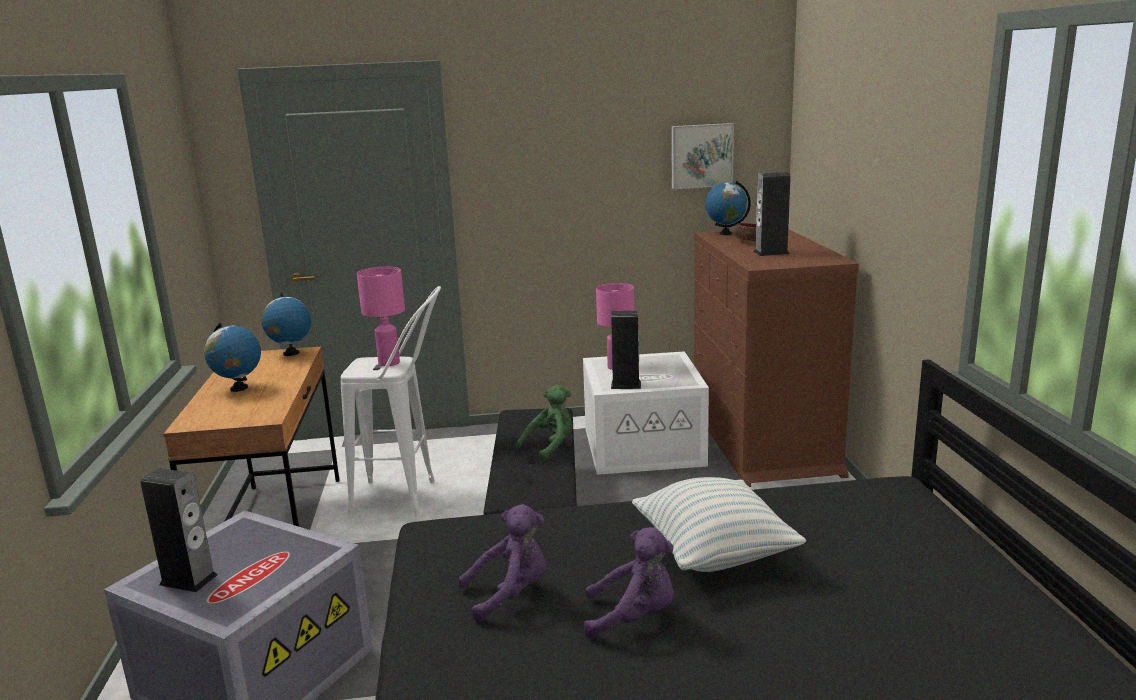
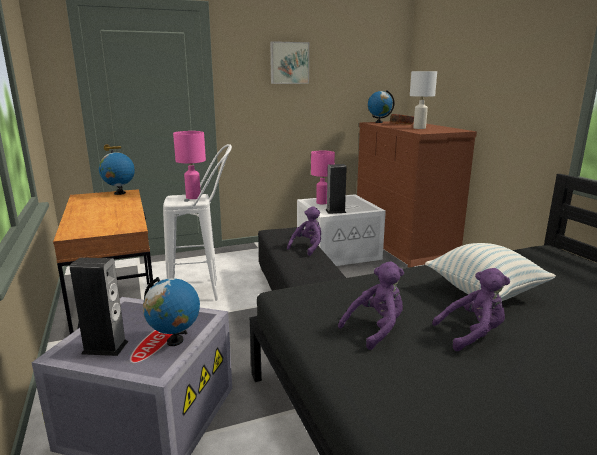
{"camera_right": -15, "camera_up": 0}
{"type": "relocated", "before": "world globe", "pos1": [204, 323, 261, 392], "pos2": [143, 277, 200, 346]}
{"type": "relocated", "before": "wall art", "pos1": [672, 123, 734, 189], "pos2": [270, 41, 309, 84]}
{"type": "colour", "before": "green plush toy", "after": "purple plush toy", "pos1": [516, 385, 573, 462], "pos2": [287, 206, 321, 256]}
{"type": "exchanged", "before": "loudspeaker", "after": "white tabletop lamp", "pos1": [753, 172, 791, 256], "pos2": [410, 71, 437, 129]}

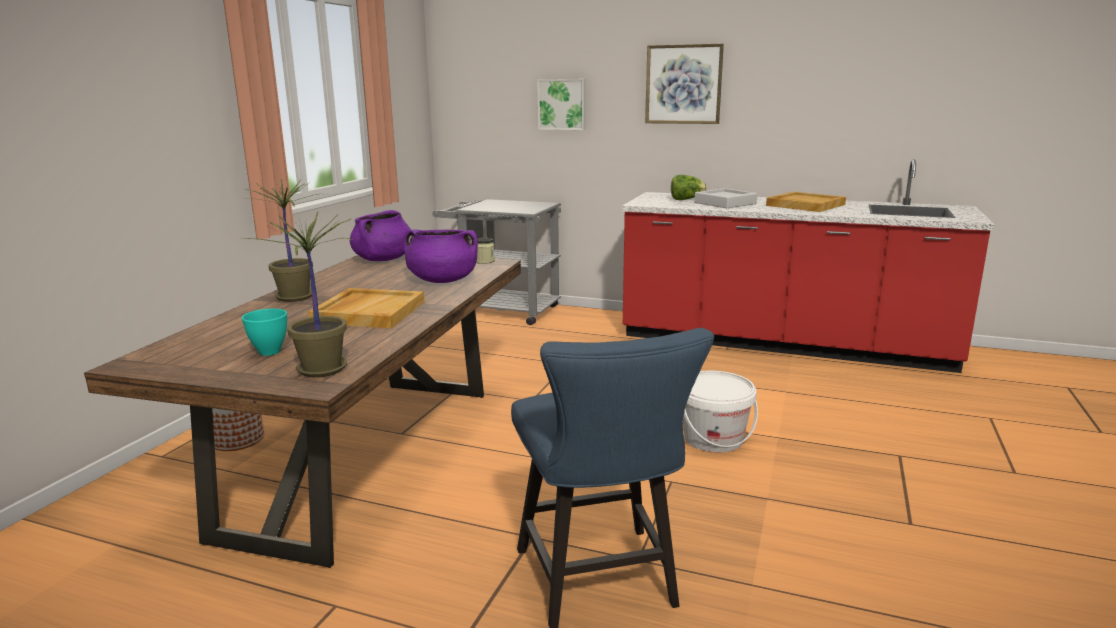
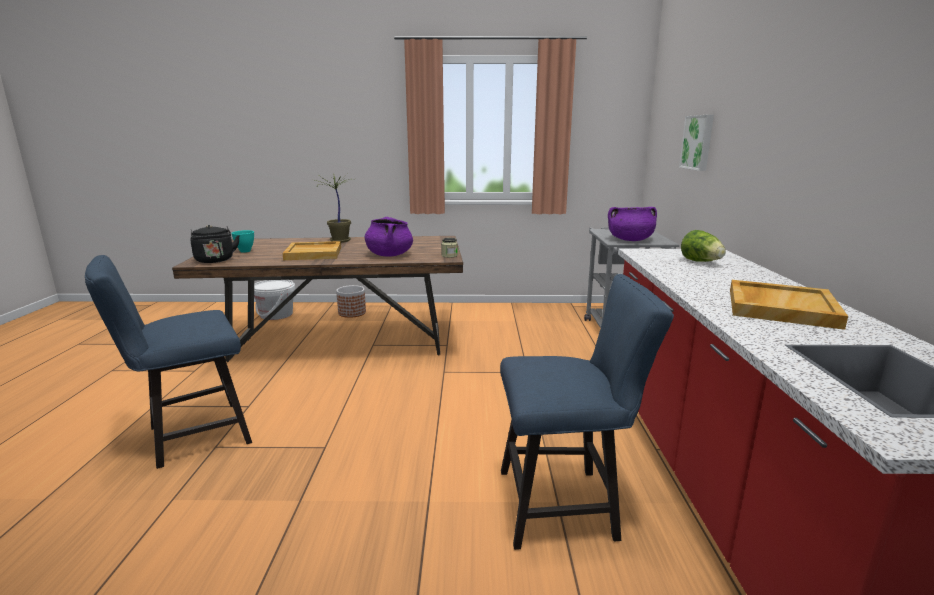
{"camera_right": 70, "camera_up": 0}
{"type": "exchanged", "before": "plant in a pot", "after": "black water kettle", "pos1": [242, 212, 352, 377], "pos2": [190, 225, 240, 263]}
{"type": "relocated", "before": "white pail", "pos1": [683, 371, 758, 453], "pos2": [254, 280, 295, 320]}
{"type": "appeared", "after": "bluish chair", "pos2": [500, 274, 674, 550]}
{"type": "relocated", "before": "purple stockpot", "pos1": [350, 210, 413, 261], "pos2": [608, 207, 657, 241]}
{"type": "missing", "before": "wall art", "pos1": [645, 44, 724, 124]}
{"type": "missing", "before": "grey serving tray", "pos1": [694, 188, 758, 208]}

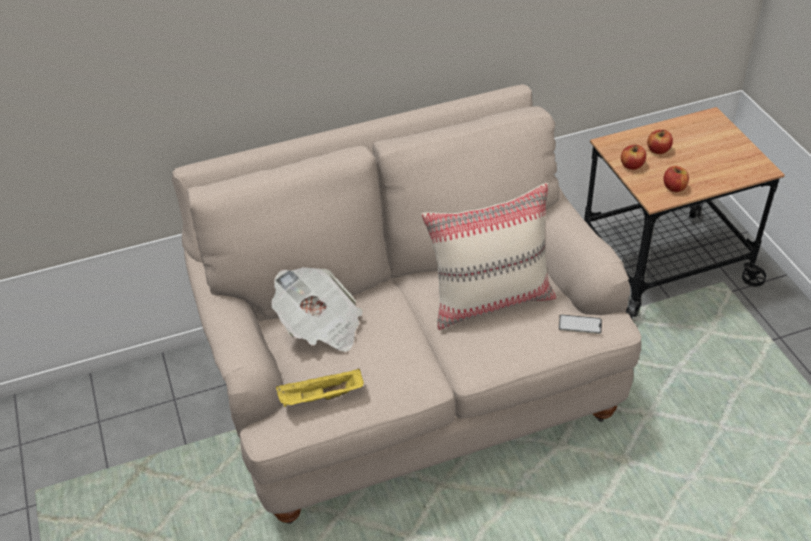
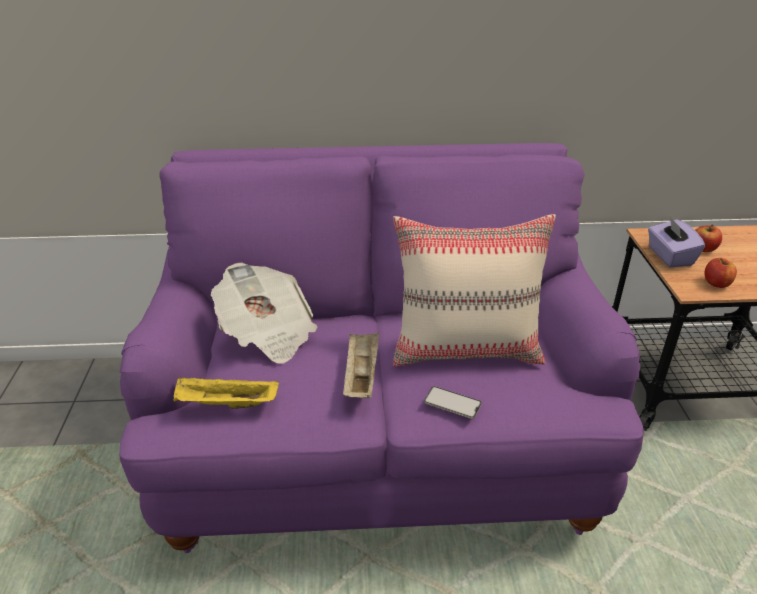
{"camera_right": 15, "camera_up": -10}
{"type": "colour", "before": "sand-coloured sofa", "after": "purple sofa", "pos1": [172, 84, 641, 524], "pos2": [119, 143, 644, 553]}
{"type": "appeared", "after": "sand-coloured serving tray", "pos2": [343, 333, 379, 398]}
{"type": "relocated", "before": "handset", "pos1": [559, 314, 602, 334], "pos2": [424, 386, 482, 419]}
{"type": "exchanged", "before": "apple fruit", "after": "purple box of tissues", "pos1": [621, 145, 646, 170], "pos2": [648, 216, 705, 267]}

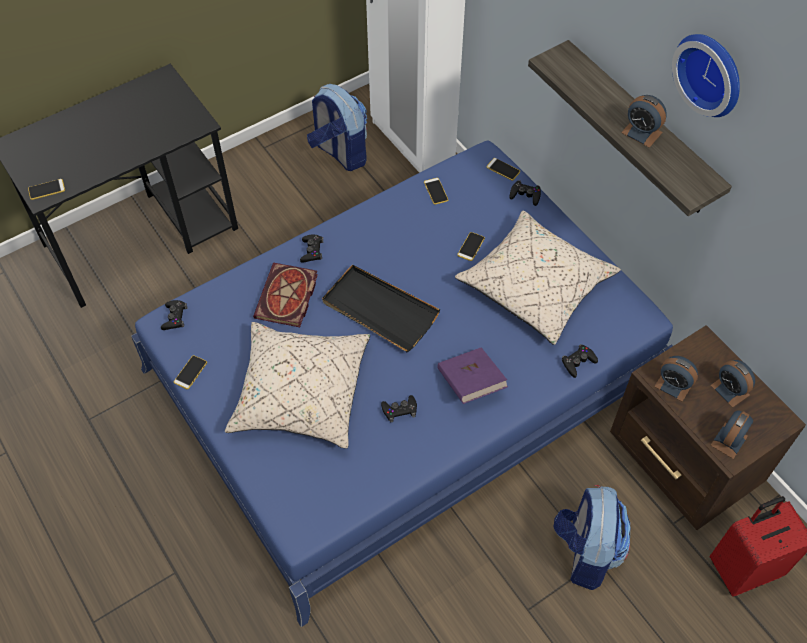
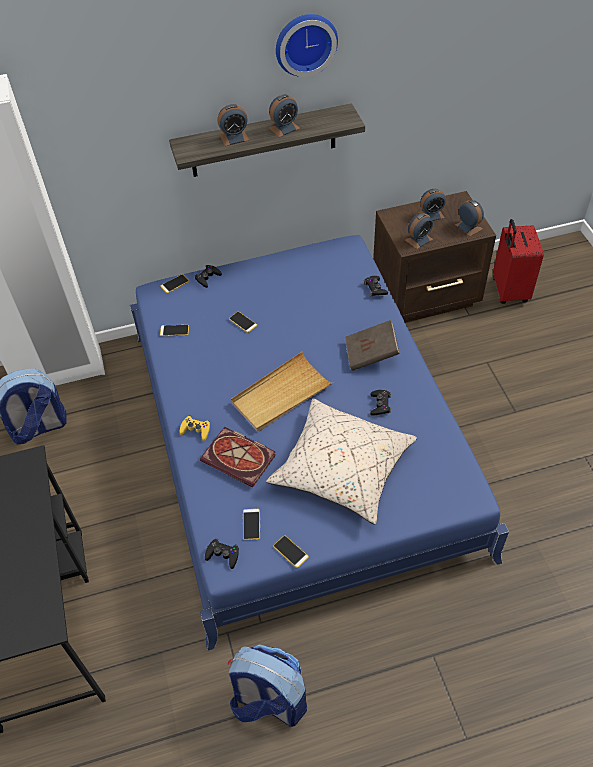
{"camera_right": -70, "camera_up": -5}
{"type": "colour", "before": "black joypad", "after": "yellow-coloured joypad", "pos1": [300, 234, 323, 263], "pos2": [179, 415, 210, 441]}
{"type": "appeared", "after": "table clock", "pos2": [217, 104, 249, 146]}
{"type": "relocated", "before": "backpack", "pos1": [554, 485, 630, 590], "pos2": [228, 644, 307, 727]}
{"type": "colour", "before": "black serving tray", "after": "sand-coloured serving tray", "pos1": [322, 265, 440, 352], "pos2": [230, 352, 334, 432]}
{"type": "relocated", "before": "handset", "pos1": [28, 179, 65, 200], "pos2": [243, 509, 260, 540]}
{"type": "colour", "before": "purple book", "after": "brown book", "pos1": [437, 347, 508, 404], "pos2": [345, 320, 400, 371]}
{"type": "missing", "before": "sand-coloured pillow", "pos1": [455, 210, 621, 345]}

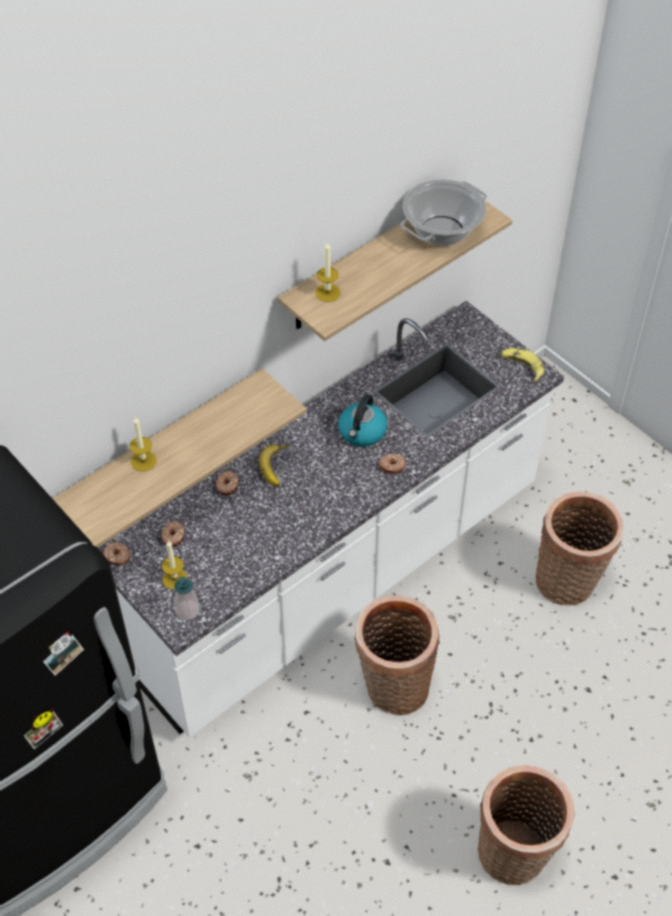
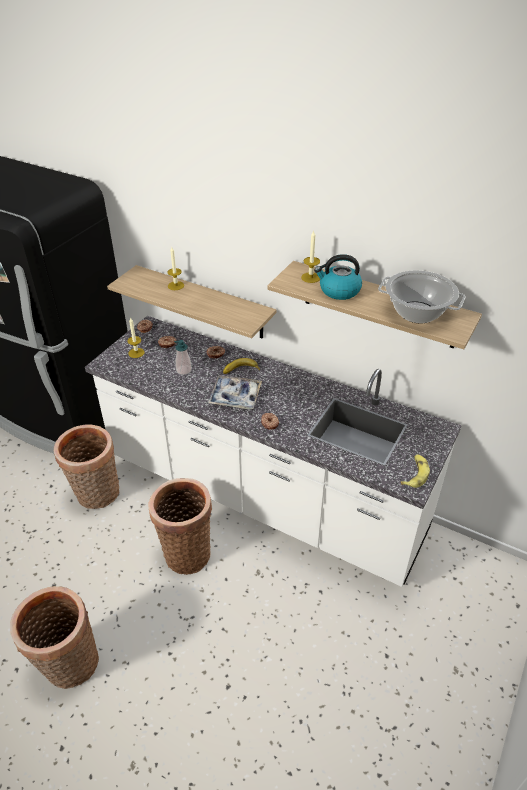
{"camera_right": 70, "camera_up": -10}
{"type": "relocated", "before": "household basket", "pos1": [536, 492, 623, 606], "pos2": [54, 425, 119, 509]}
{"type": "relocated", "before": "soap bottle", "pos1": [174, 576, 200, 620], "pos2": [174, 340, 192, 375]}
{"type": "appeared", "after": "serving tray", "pos2": [208, 375, 262, 409]}
{"type": "relocated", "before": "water kettle", "pos1": [338, 394, 388, 447], "pos2": [314, 254, 362, 300]}

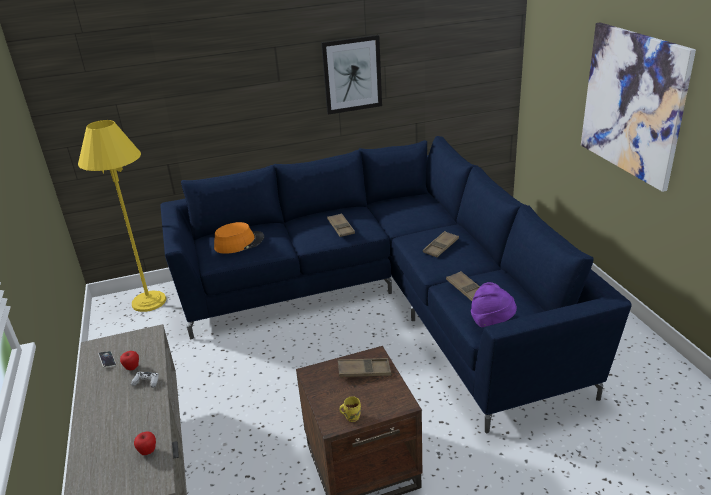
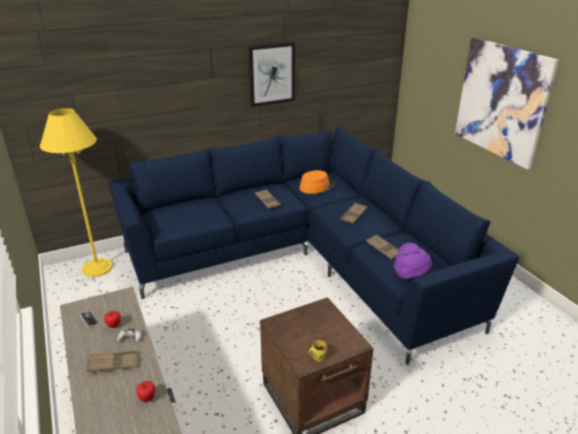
{"camera_right": -10, "camera_up": 0}
{"type": "relocated", "before": "brown serving tray", "pos1": [338, 358, 391, 377], "pos2": [86, 350, 138, 372]}
{"type": "relocated", "before": "orange-coloured wearable hat", "pos1": [214, 222, 264, 254], "pos2": [300, 170, 336, 194]}

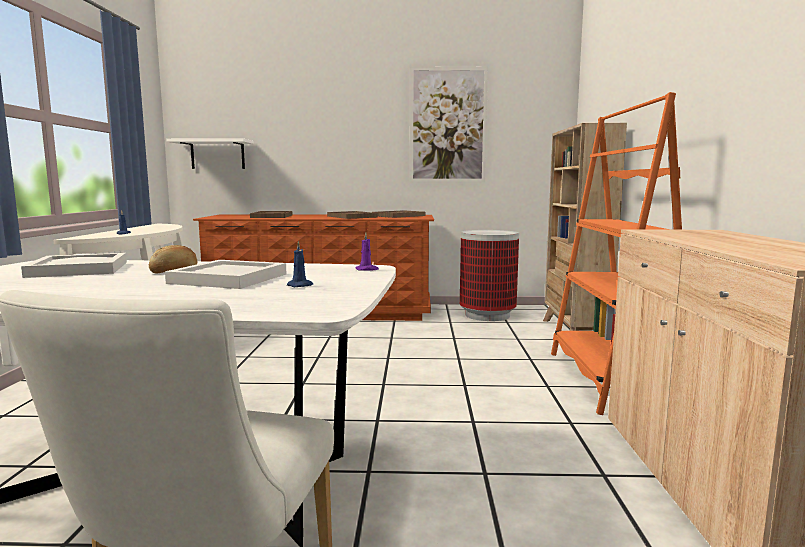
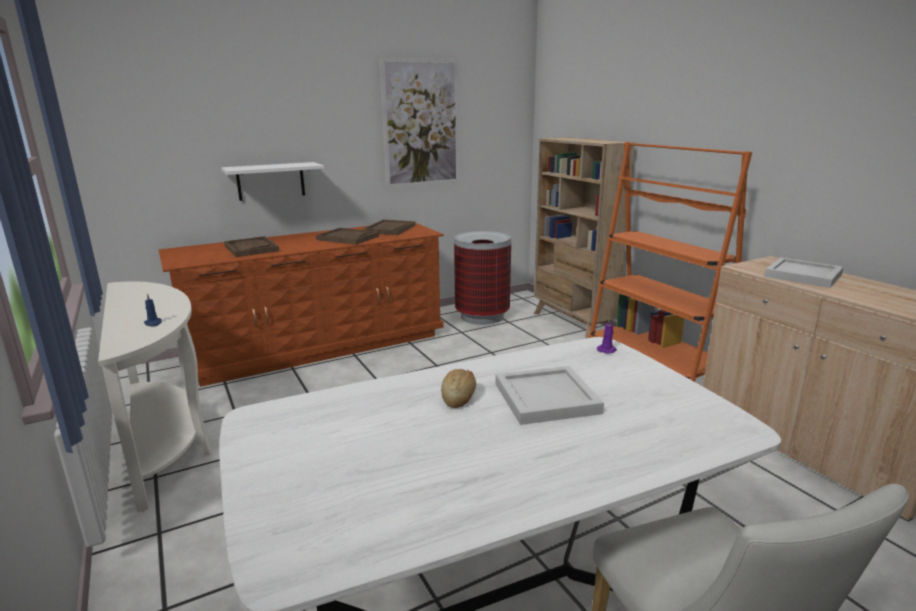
{"camera_right": -30, "camera_up": 10}
{"type": "relocated", "before": "white wall shelf", "pos1": [167, 138, 254, 169], "pos2": [221, 162, 324, 201]}
{"type": "relocated", "before": "white serving tray", "pos1": [21, 253, 127, 278], "pos2": [764, 257, 844, 288]}
{"type": "missing", "before": "bluish wax light", "pos1": [287, 241, 313, 287]}

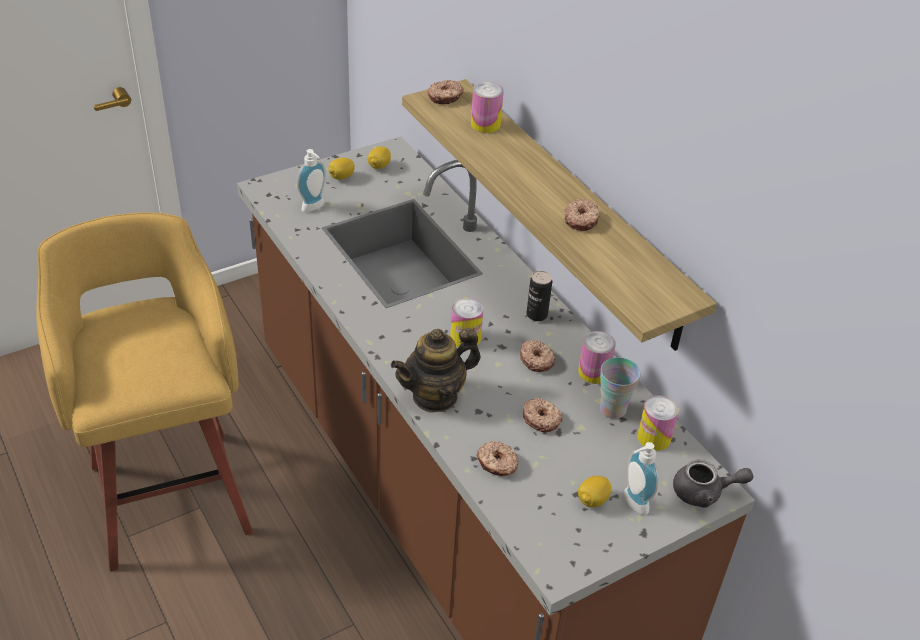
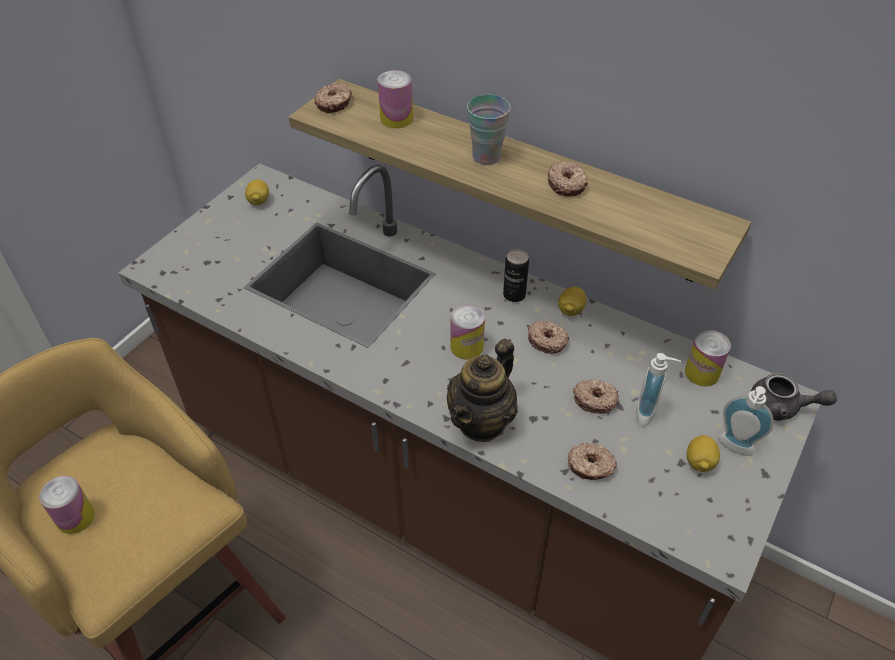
{"camera_right": -25, "camera_up": 5}
{"type": "relocated", "before": "metal can", "pos1": [578, 331, 616, 384], "pos2": [39, 476, 95, 534]}
{"type": "relocated", "before": "cup", "pos1": [600, 357, 641, 419], "pos2": [467, 95, 511, 165]}
{"type": "relocated", "before": "citrus fruit", "pos1": [329, 158, 355, 180], "pos2": [558, 287, 586, 316]}
{"type": "relocated", "before": "soap bottle", "pos1": [297, 149, 326, 212], "pos2": [636, 353, 681, 426]}
{"type": "spun", "before": "grey teapot", "pos1": [673, 460, 754, 508], "pos2": [751, 373, 837, 421], "turn": 45}

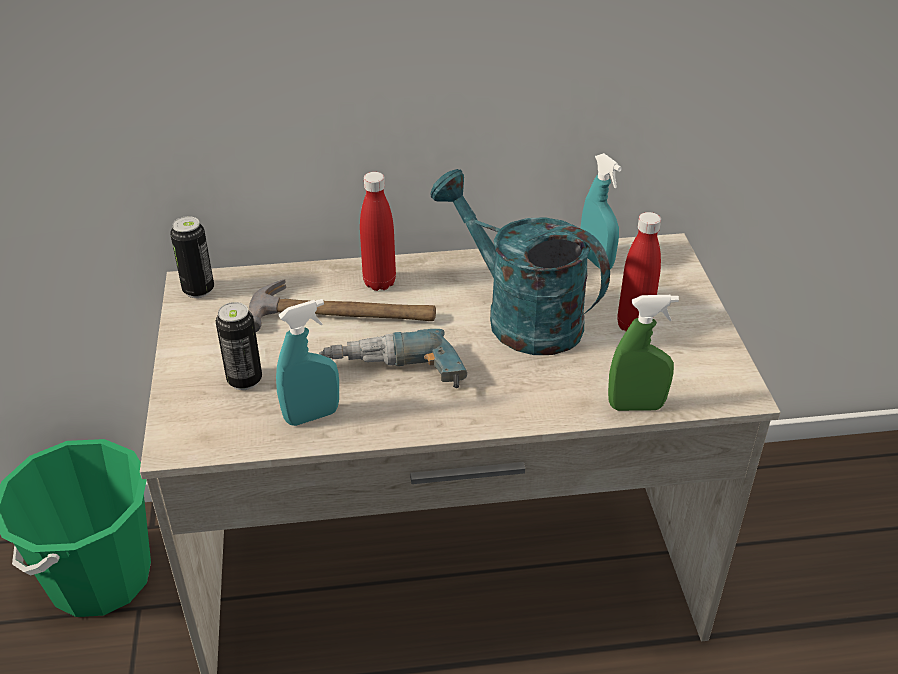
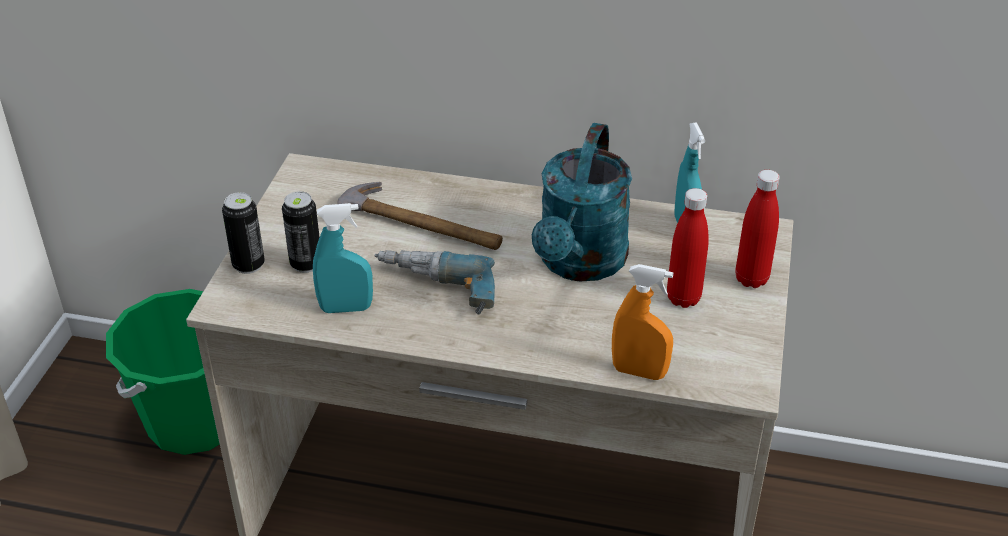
{"camera_right": 20, "camera_up": 0}
{"type": "relocated", "before": "metal can", "pos1": [170, 216, 214, 298], "pos2": [222, 192, 265, 274]}
{"type": "spun", "before": "blue-green watering can", "pos1": [431, 169, 610, 355], "pos2": [532, 123, 632, 282], "turn": -135}
{"type": "colour", "before": "green sprayer", "after": "orange-coloured sprayer", "pos1": [608, 295, 679, 411], "pos2": [612, 264, 673, 380]}
{"type": "relocated", "before": "red-coloured beverage bottle", "pos1": [360, 172, 396, 291], "pos2": [735, 170, 780, 288]}

